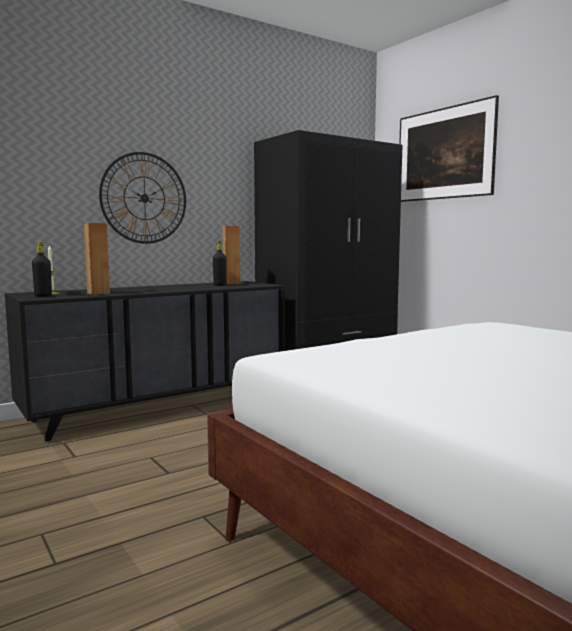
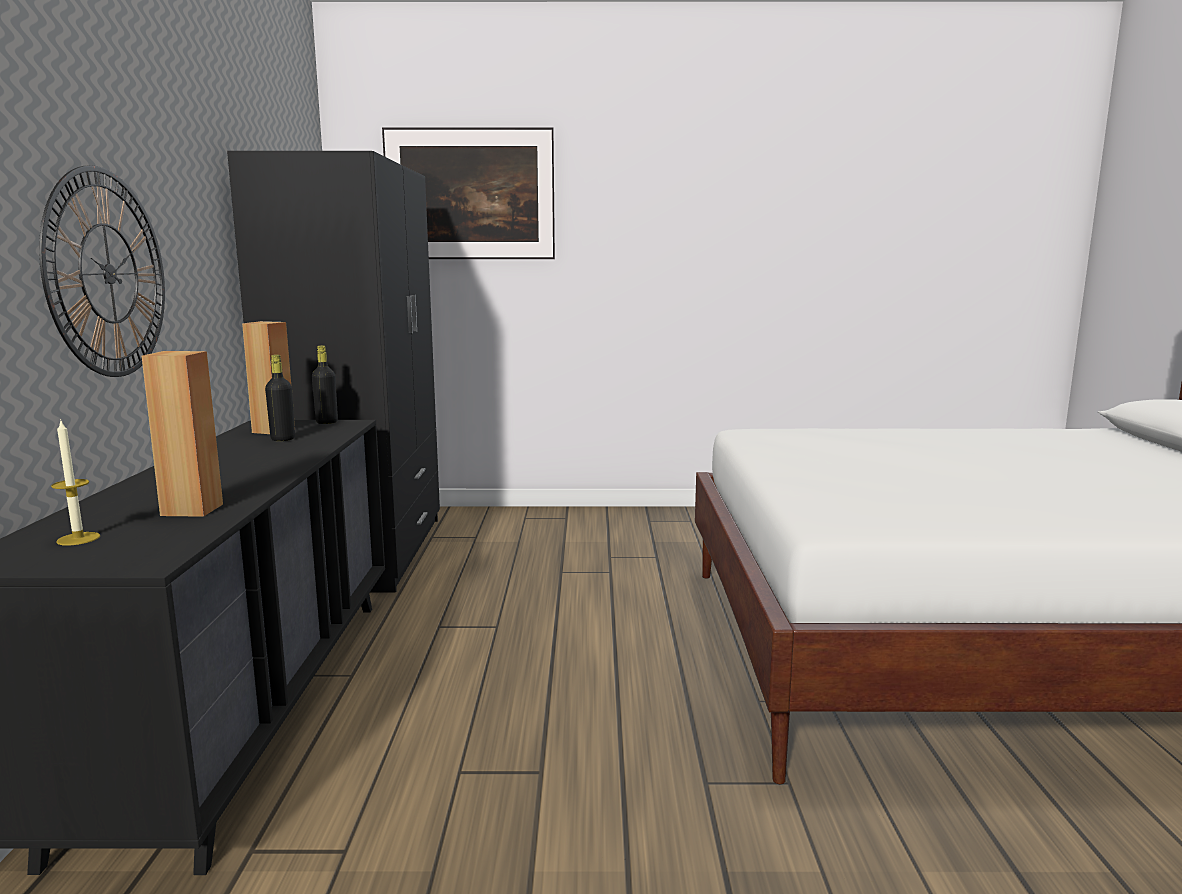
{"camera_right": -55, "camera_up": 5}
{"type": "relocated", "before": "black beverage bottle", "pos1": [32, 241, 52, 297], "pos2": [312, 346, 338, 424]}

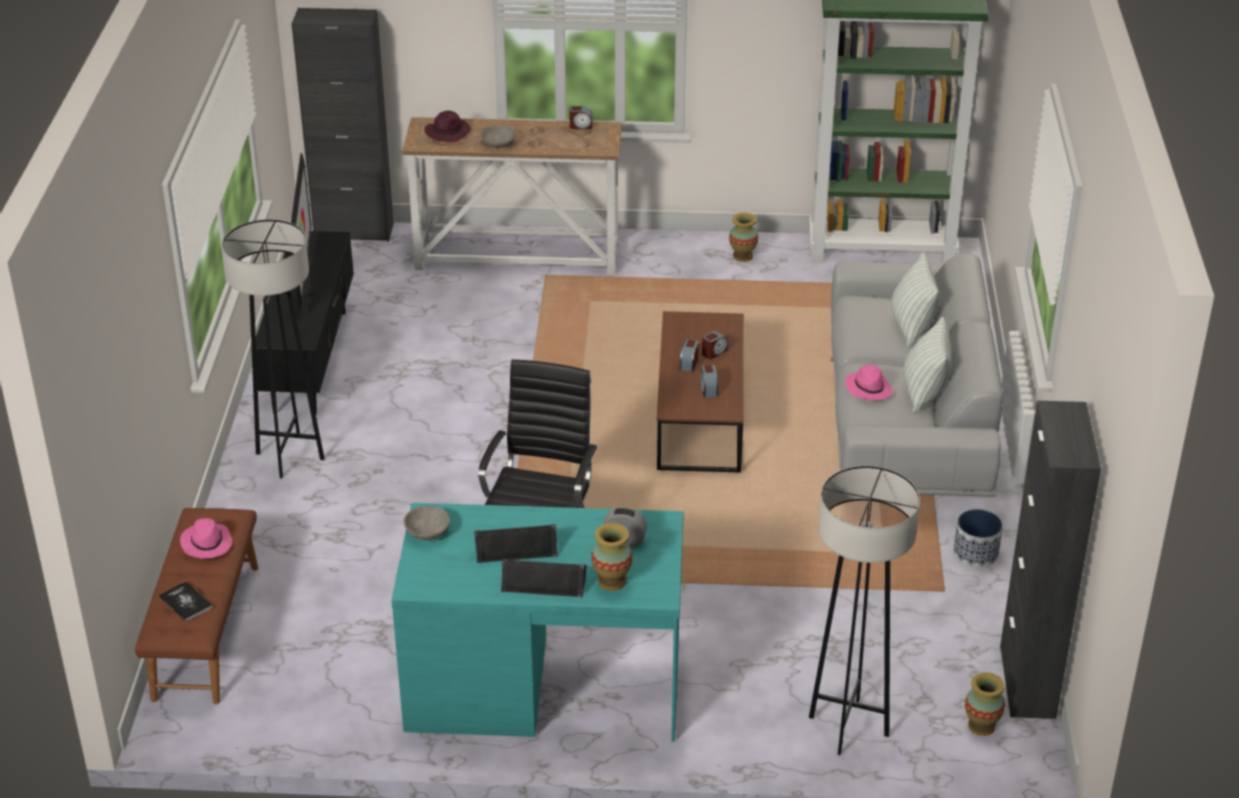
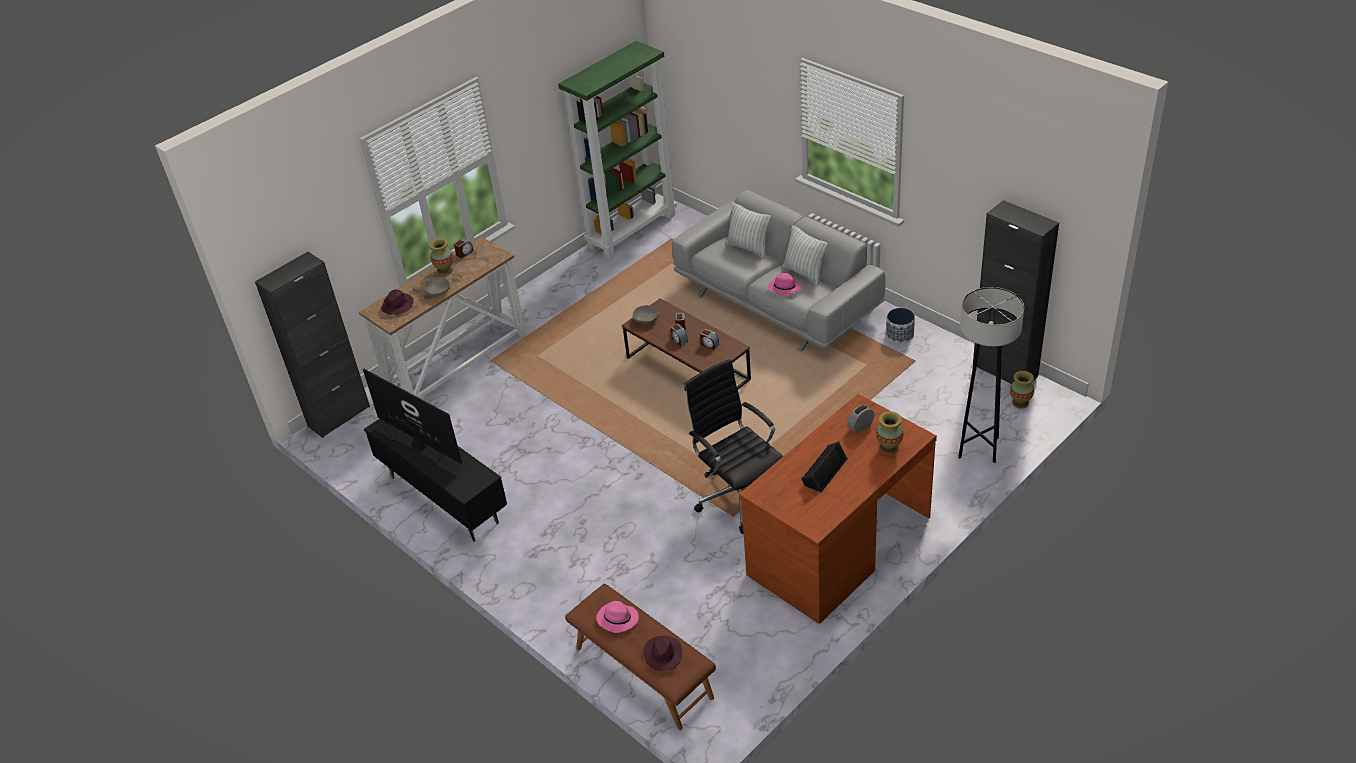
{"camera_right": -45, "camera_up": 5}
{"type": "relocated", "before": "decorative vase", "pos1": [729, 212, 758, 262], "pos2": [429, 238, 453, 276]}
{"type": "relocated", "before": "grey serving bowl", "pos1": [404, 505, 450, 540], "pos2": [633, 305, 659, 324]}
{"type": "exchanged", "before": "book", "after": "purple wearable hat", "pos1": [159, 581, 213, 622], "pos2": [643, 636, 682, 671]}
{"type": "colour", "before": "blue-green desk unit", "after": "brown desk unit", "pos1": [391, 503, 684, 742], "pos2": [739, 394, 937, 624]}
{"type": "missing", "before": "grey standard lamp", "pos1": [222, 219, 325, 479]}
{"type": "missing", "before": "black loudspeaker", "pos1": [501, 559, 586, 598]}

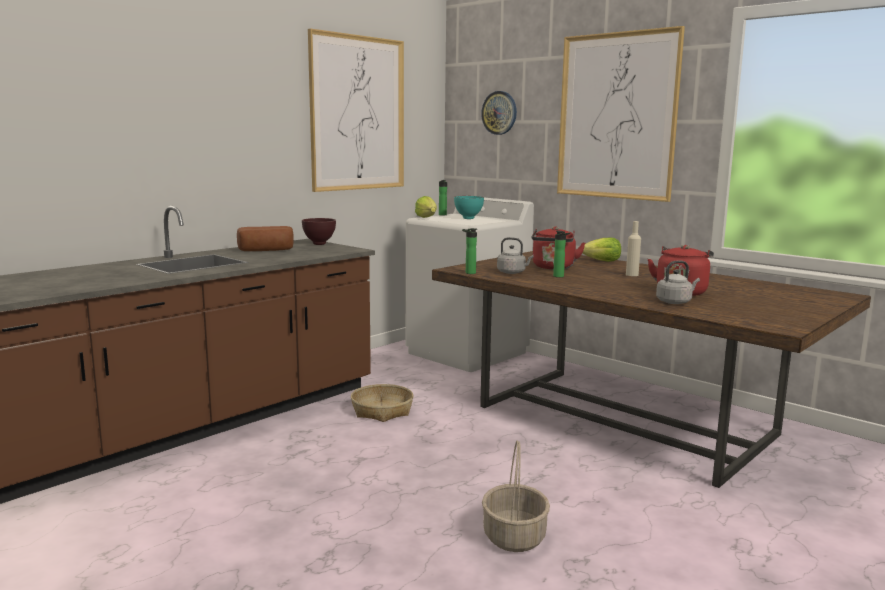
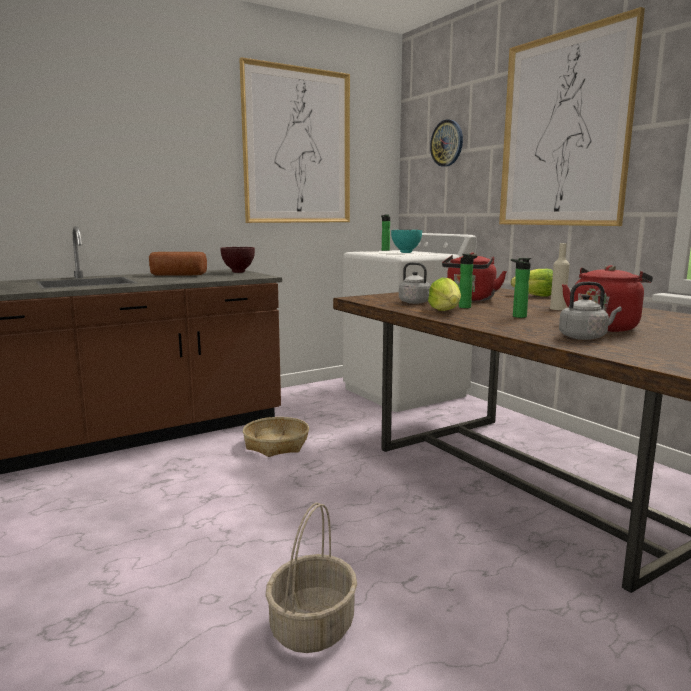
{"camera_right": 15, "camera_up": 0}
{"type": "relocated", "before": "lettuce head", "pos1": [415, 196, 437, 218], "pos2": [428, 277, 461, 311]}
{"type": "relocated", "before": "beverage bottle", "pos1": [462, 228, 477, 274], "pos2": [511, 258, 531, 318]}

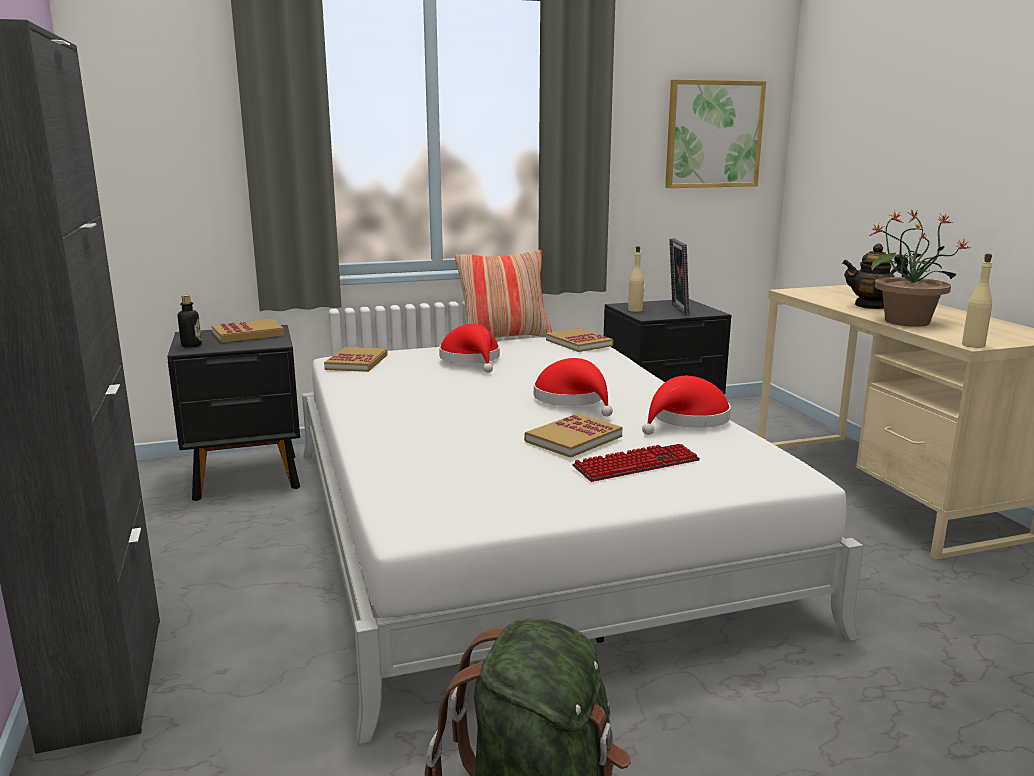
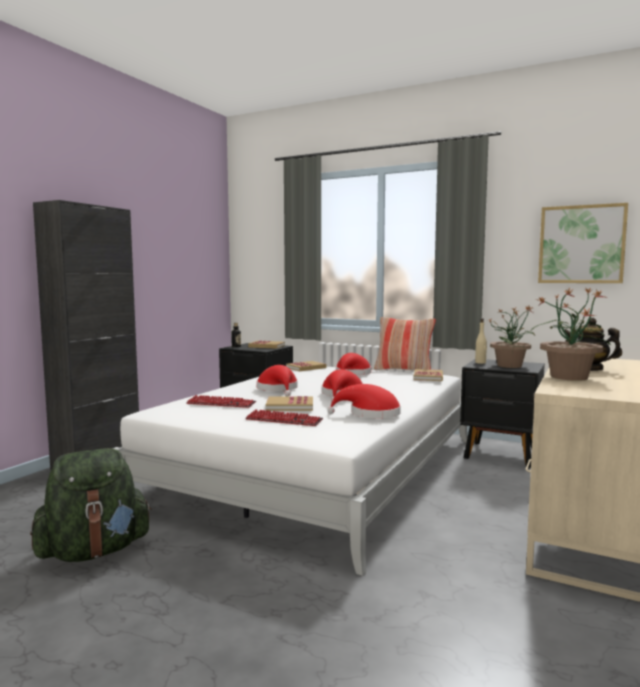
{"camera_right": 45, "camera_up": -10}
{"type": "appeared", "after": "keyboard", "pos2": [186, 395, 256, 408]}
{"type": "appeared", "after": "red-coloured wearable hat", "pos2": [257, 365, 298, 397]}
{"type": "exchanged", "before": "photo frame", "after": "plant in a pot", "pos1": [669, 238, 689, 315], "pos2": [488, 306, 535, 368]}
{"type": "missing", "before": "sand-coloured beverage bottle", "pos1": [962, 254, 992, 348]}

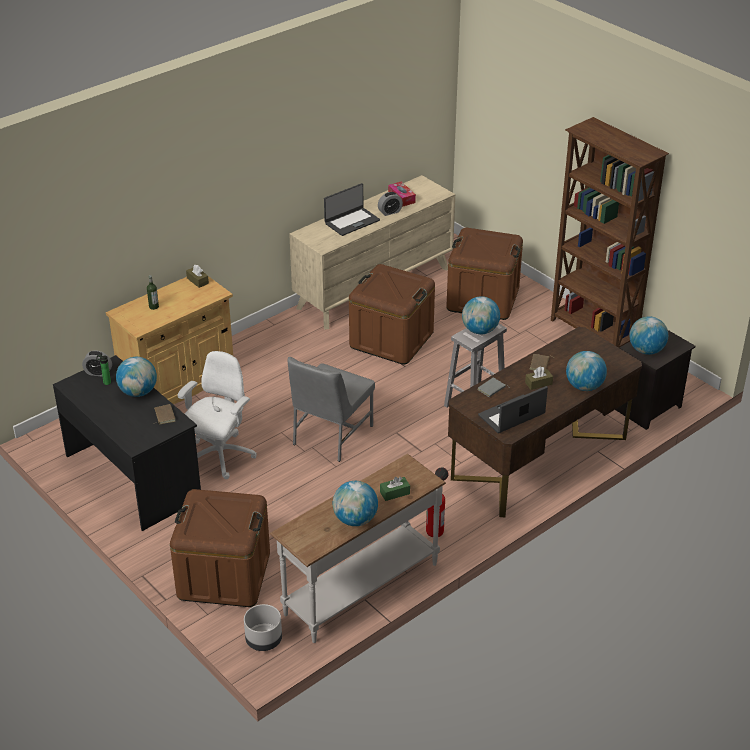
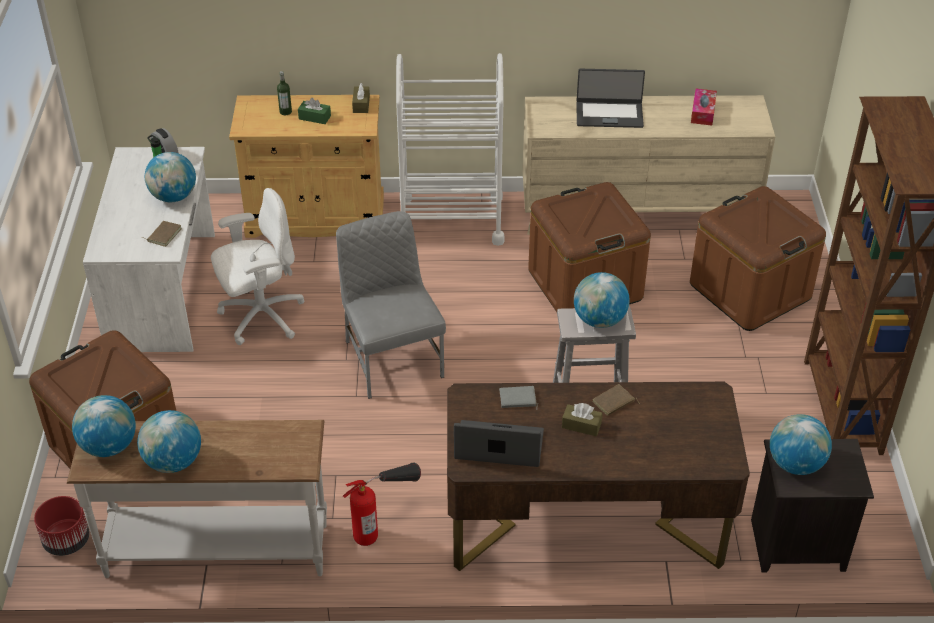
{"camera_right": 40, "camera_up": 5}
{"type": "colour", "before": "grey plant pot", "after": "red-coloured plant pot", "pos1": [244, 604, 282, 651], "pos2": [34, 496, 89, 556]}
{"type": "relocated", "before": "world globe", "pos1": [566, 351, 607, 391], "pos2": [72, 395, 136, 457]}
{"type": "colour", "before": "black desk unit", "after": "white desk unit", "pos1": [53, 355, 201, 531], "pos2": [83, 147, 215, 352]}
{"type": "relocated", "before": "green box of tissues", "pos1": [380, 477, 410, 501], "pos2": [298, 98, 331, 124]}
{"type": "spun", "before": "grey chair", "pos1": [288, 357, 375, 462], "pos2": [336, 211, 446, 399], "turn": 90}
{"type": "appeared", "after": "white wheeled cart", "pos2": [396, 53, 505, 246]}
{"type": "missing", "before": "table clock", "pos1": [378, 192, 403, 216]}

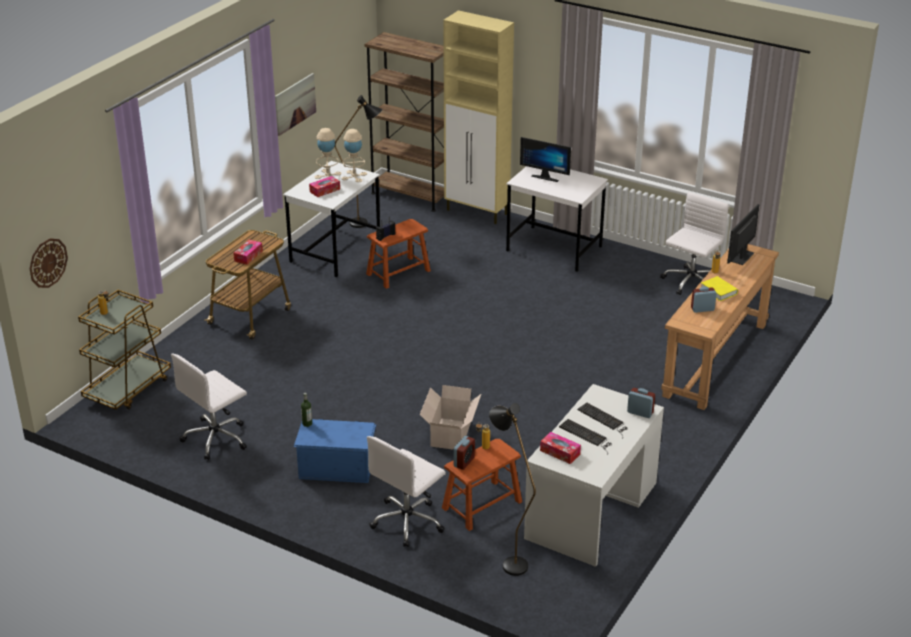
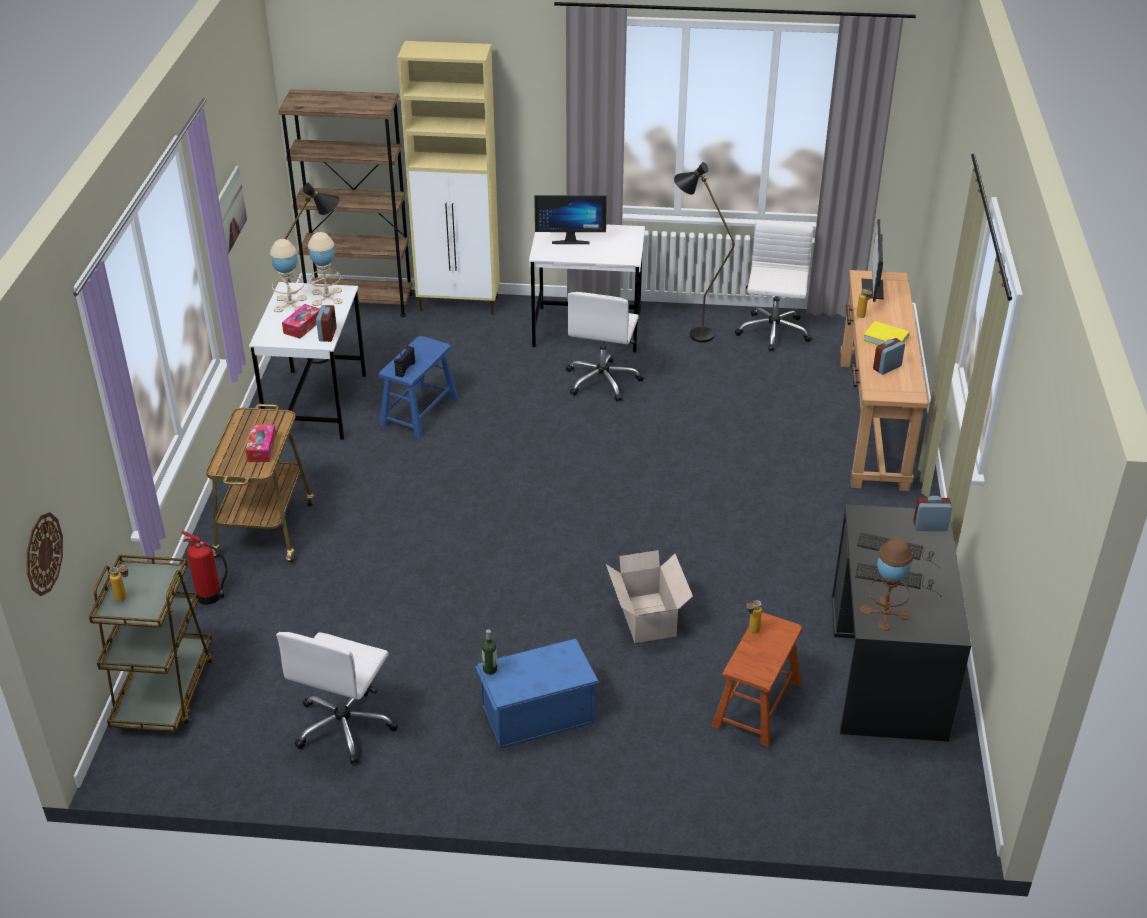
{"camera_right": -25, "camera_up": 5}
{"type": "appeared", "after": "fire-fighting cylinder", "pos2": [181, 531, 228, 605]}
{"type": "relocated", "before": "table clock", "pos1": [454, 436, 475, 470], "pos2": [316, 305, 337, 342]}
{"type": "colour", "before": "brown stool", "after": "bluish stool", "pos1": [366, 219, 431, 289], "pos2": [378, 336, 459, 438]}
{"type": "relocated", "before": "white desk chair", "pos1": [367, 436, 446, 547], "pos2": [566, 292, 644, 402]}
{"type": "relocated", "before": "black standard lamp", "pos1": [489, 403, 536, 576], "pos2": [674, 162, 735, 343]}
{"type": "colour", "before": "white desk unit", "after": "black desk unit", "pos1": [524, 384, 664, 567], "pos2": [832, 504, 971, 742]}
{"type": "exchanged", "before": "box of tissues", "after": "brown tabletop lamp", "pos1": [540, 432, 581, 464], "pos2": [860, 538, 913, 631]}

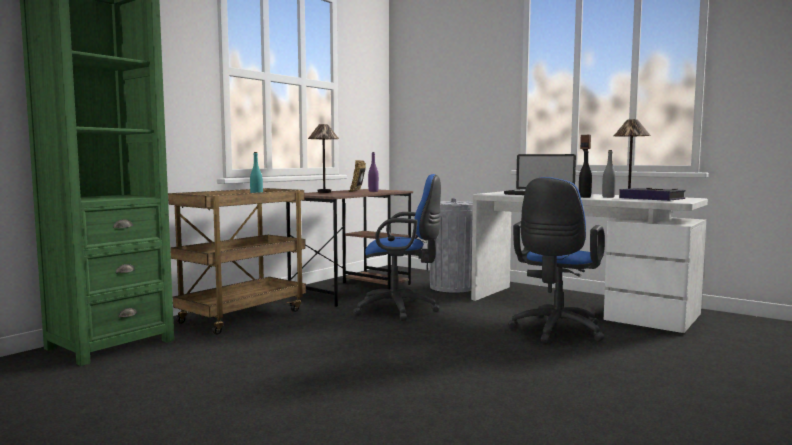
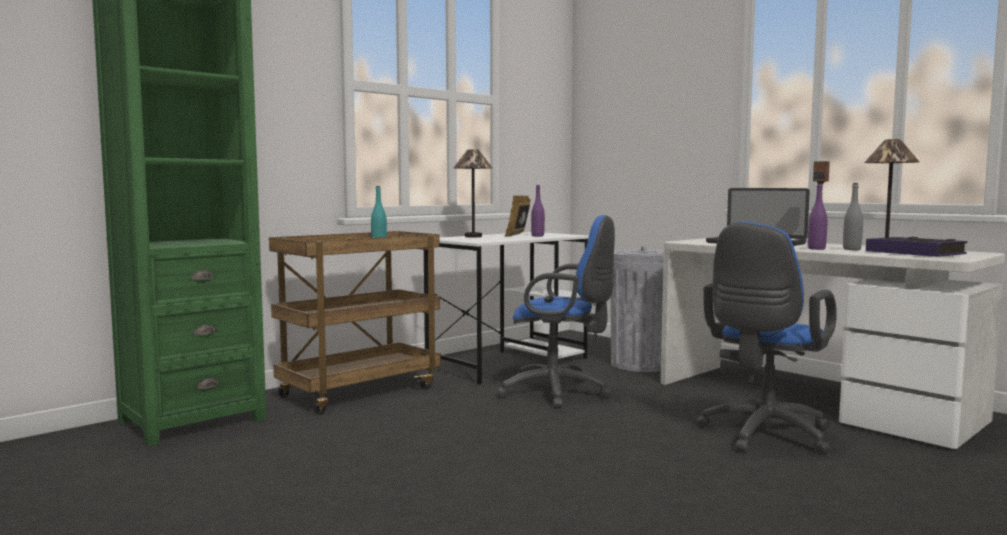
{"camera_right": 10, "camera_up": 0}
{"type": "colour", "before": "brown desk unit", "after": "white desk unit", "pos1": [286, 189, 413, 307], "pos2": [424, 232, 589, 385]}
{"type": "colour", "before": "black beverage bottle", "after": "purple beverage bottle", "pos1": [579, 150, 592, 198], "pos2": [808, 183, 827, 250]}

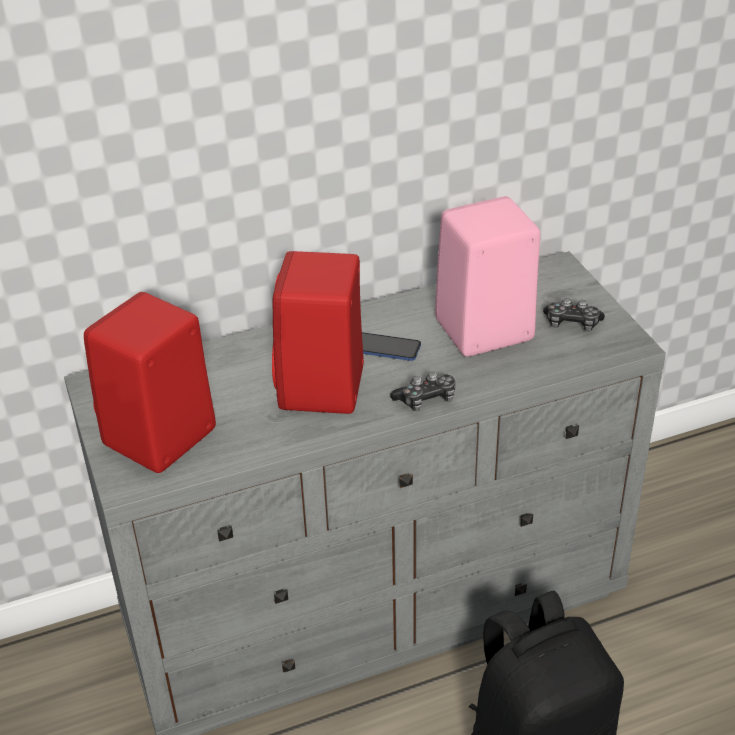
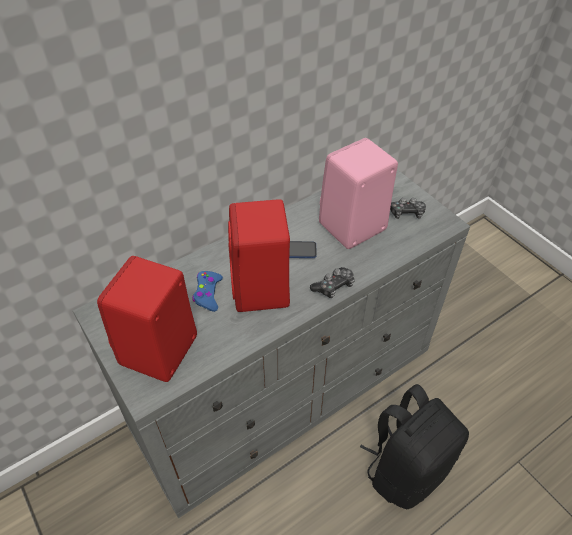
{"camera_right": -15, "camera_up": 10}
{"type": "appeared", "after": "bluish joypad", "pos2": [192, 271, 223, 312]}

